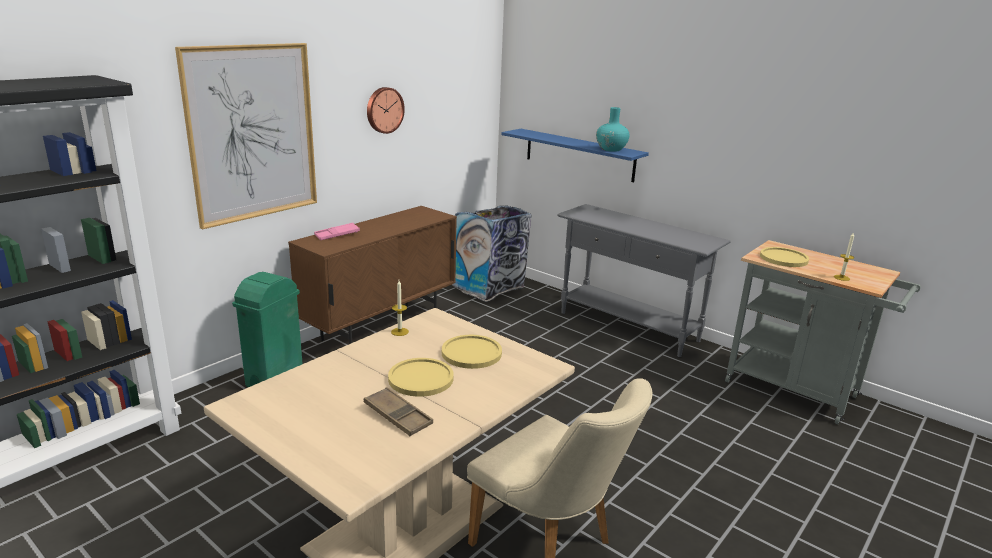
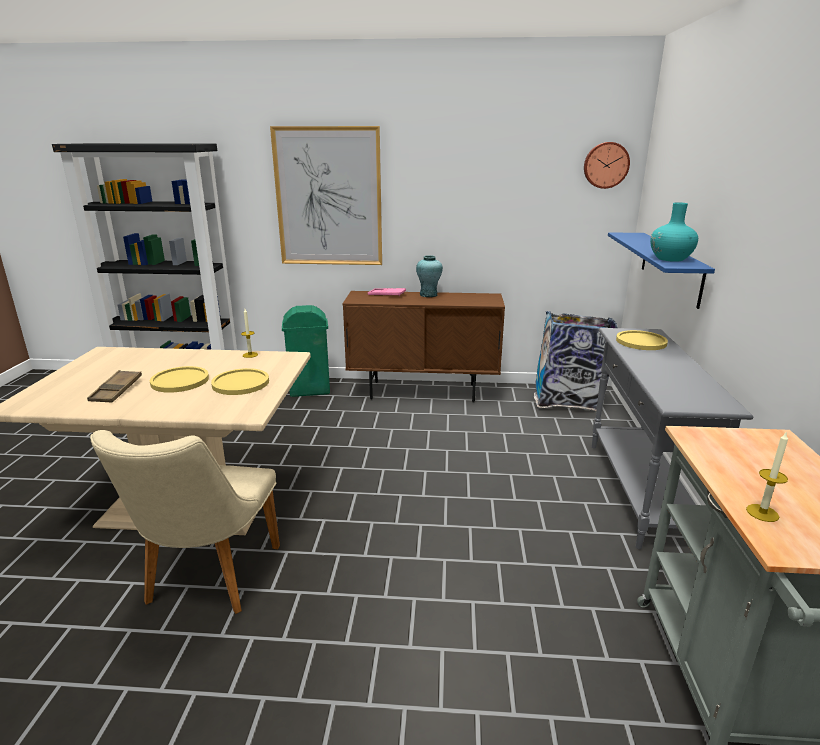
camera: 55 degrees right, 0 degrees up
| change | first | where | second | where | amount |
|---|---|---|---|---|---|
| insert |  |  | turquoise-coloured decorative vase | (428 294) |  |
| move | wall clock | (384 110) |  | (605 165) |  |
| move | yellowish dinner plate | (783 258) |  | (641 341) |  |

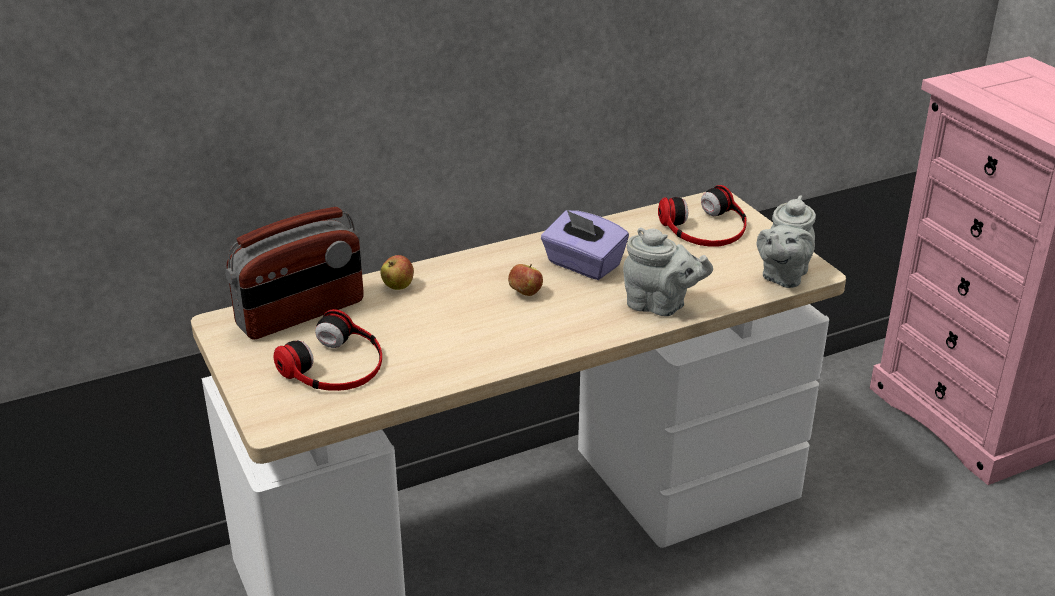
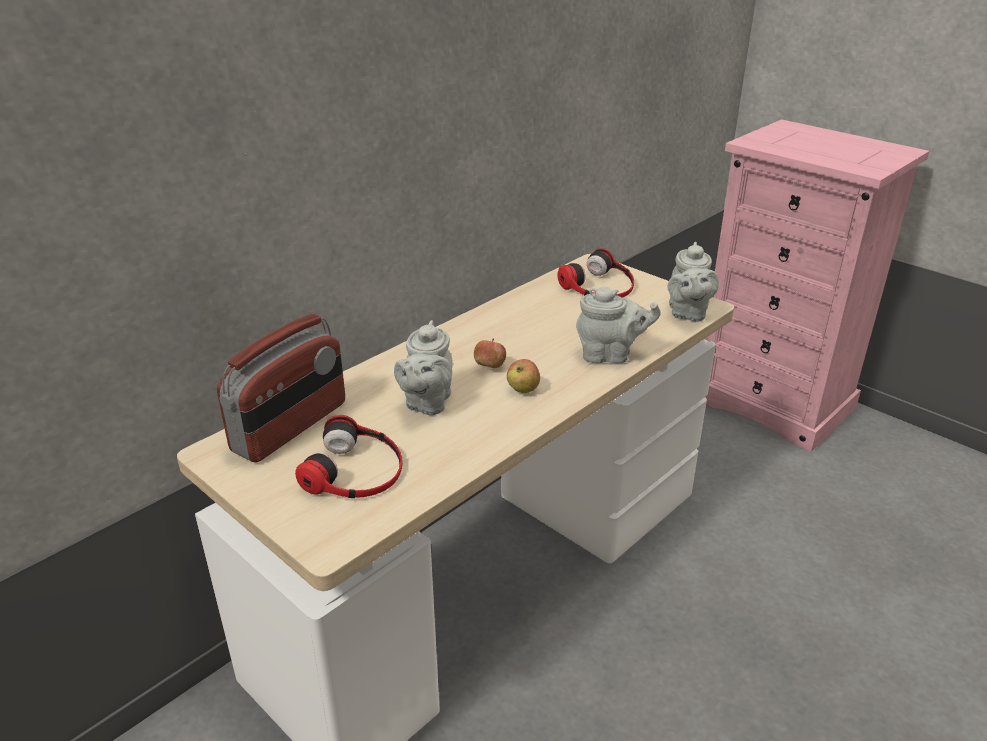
camera: 20 degrees left, 0 degrees up
| change | first | where | second | where | amount |
|---|---|---|---|---|---|
| delete | purple tissue box | (583 265) |  |  |  |
| insert |  |  | grey tea pot | (427 403) |  |
| move | apple fruit | (398 286) |  | (523 389) |  |

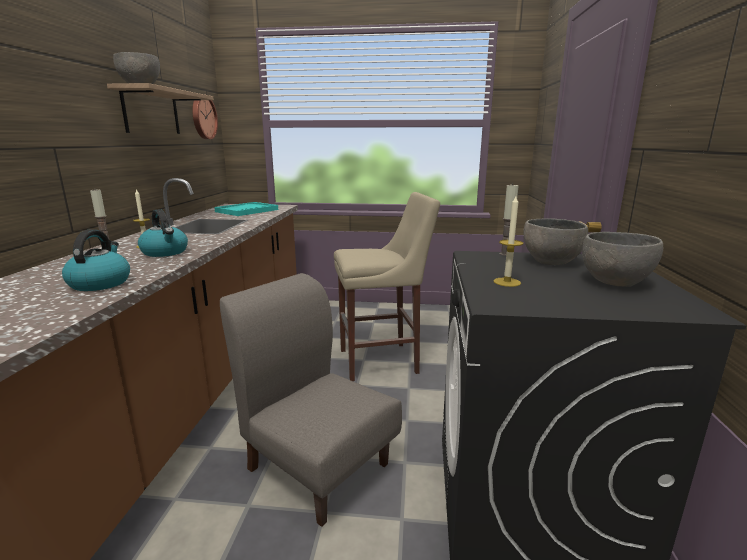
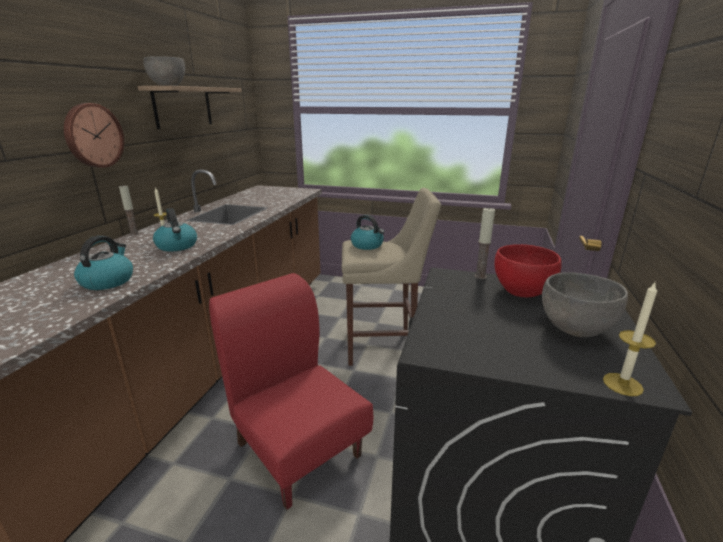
camera: 10 degrees right, 5 degrees up
| change | first | where | second | where | amount |
|---|---|---|---|---|---|
| delete | turquoise-coloured serving tray | (247 211) |  |  |  |
| insert |  |  | tea kettle | (367 245) |  |
| move | wall clock | (203 117) |  | (93 136) |  |
| move | candle | (507 282) |  | (622 384) |  |
| recolor | grey plain chair | (318 465) | red plain chair | (298 448) |  |
| recolor | grey bowl | (551 262) | red bowl | (522 292) |  |

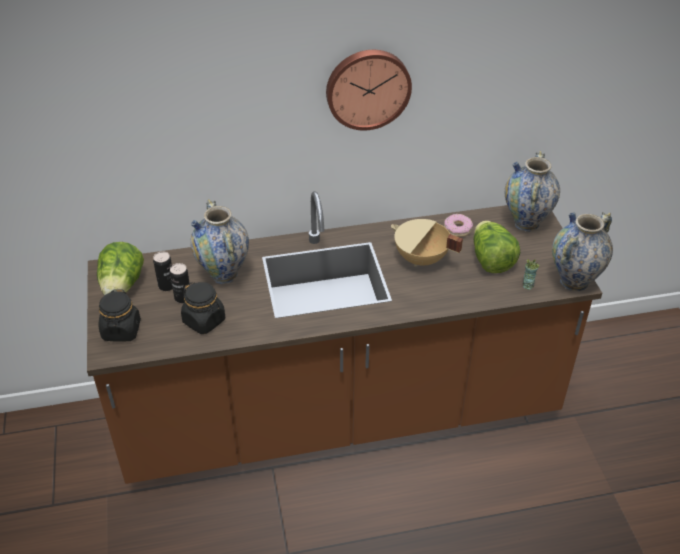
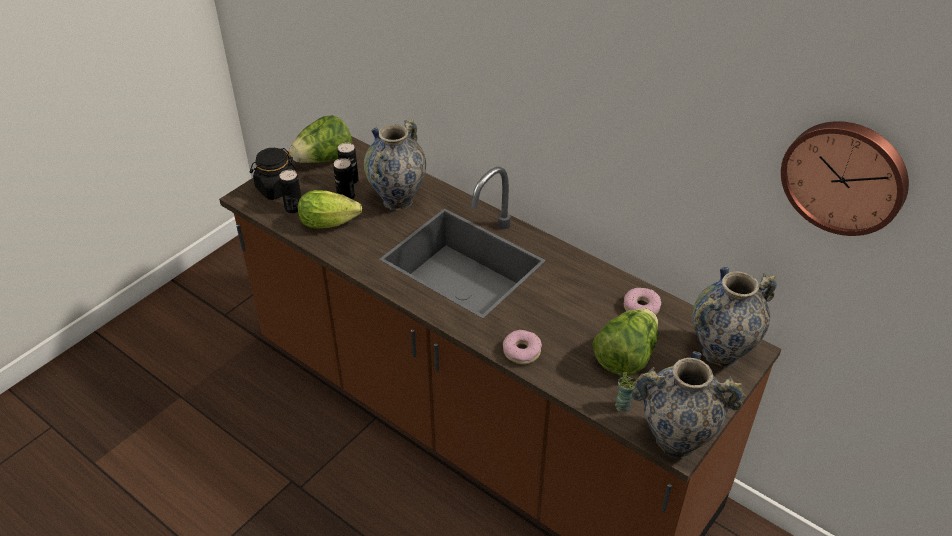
camera: 50 degrees right, 0 degrees up
| change | first | where | second | where | amount |
|---|---|---|---|---|---|
| delete | beige stockpot | (421 259) |  |  |  |
| insert |  |  | can | (294 208) |  |
| insert |  |  | ring doughnut | (522 351) |  |
| move | wall clock | (367 88) |  | (845 176) |  |
| replace | black-coloured jar | (204 321) | lettuce | (332 223) |  |

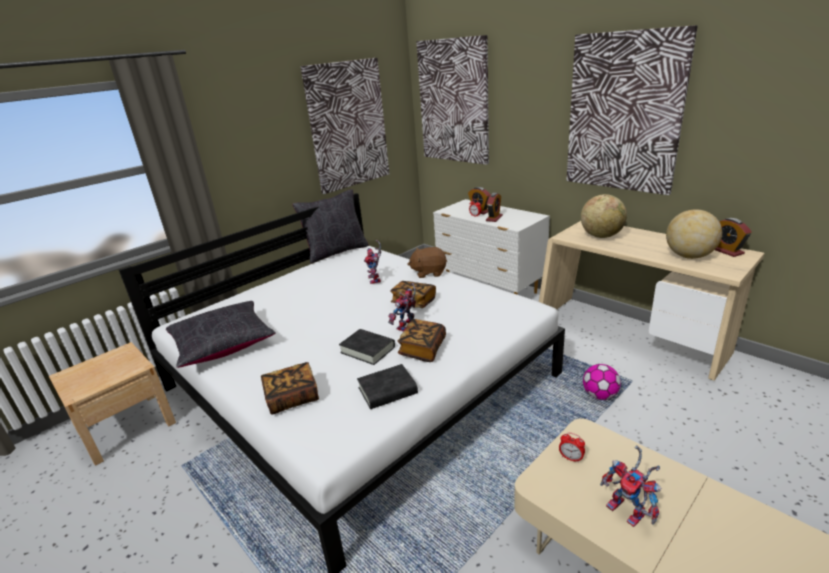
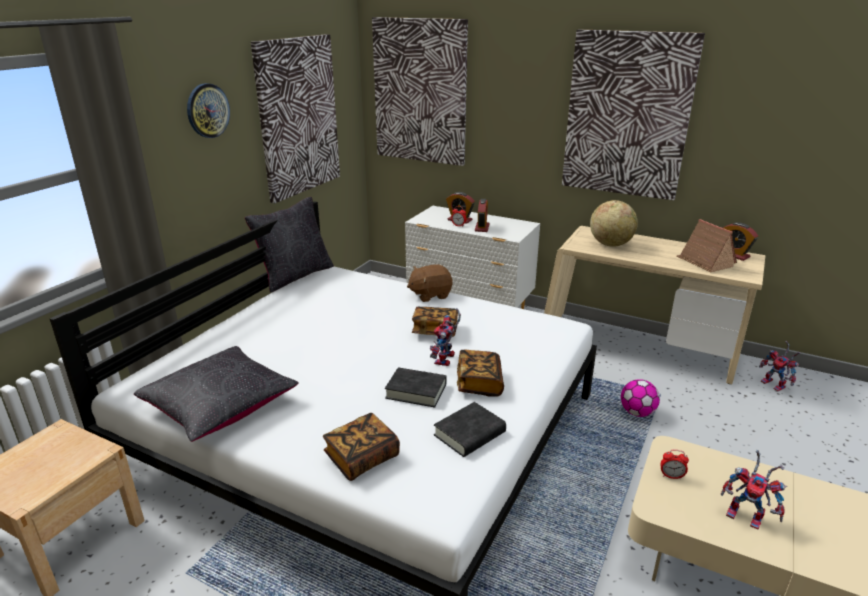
camera: 20 degrees left, 0 degrees up
| change | first | where | second | where | amount |
|---|---|---|---|---|---|
| insert |  |  | wall clock | (207 110) |  |
| move | robot figure | (376 280) |  | (776 385) |  |
| replace | desk globe | (689 256) | model house | (704 262) |  |

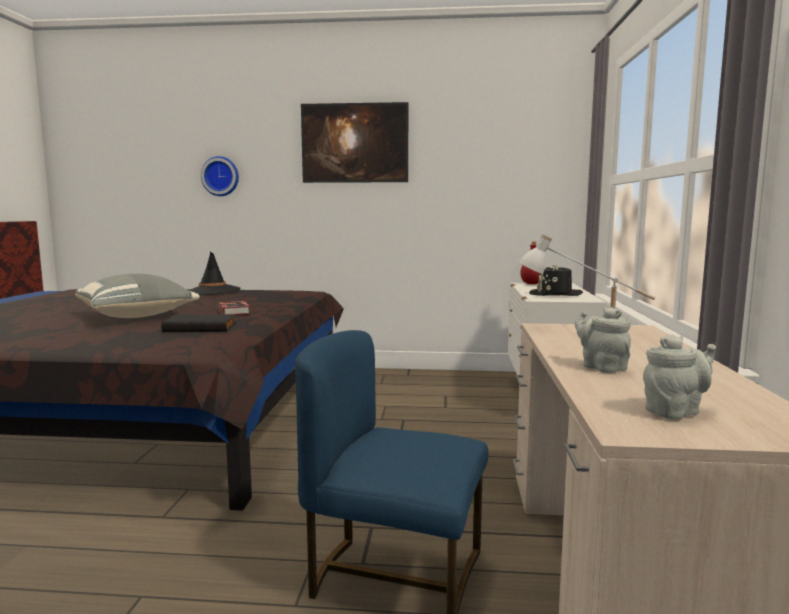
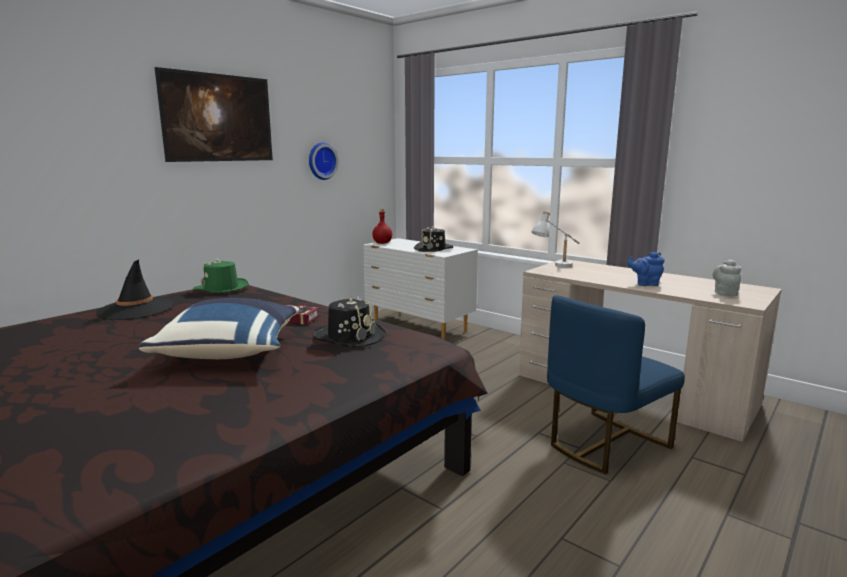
camera: 55 degrees left, 5 degrees up
| change | first | where | second | where | amount |
|---|---|---|---|---|---|
| insert |  |  | greenish clothing hat | (221 288) |  |
| move | wall clock | (221 176) |  | (321 161) |  |
| replace | black-coloured volume | (201 327) | black-coloured clothing hat | (349 337) |  |
| recolor | grey throw pillow | (138 316) | bluish throw pillow | (231 351) |  |
| recolor | grey tea pot | (601 367) | bluish tea pot | (645 284) |  |

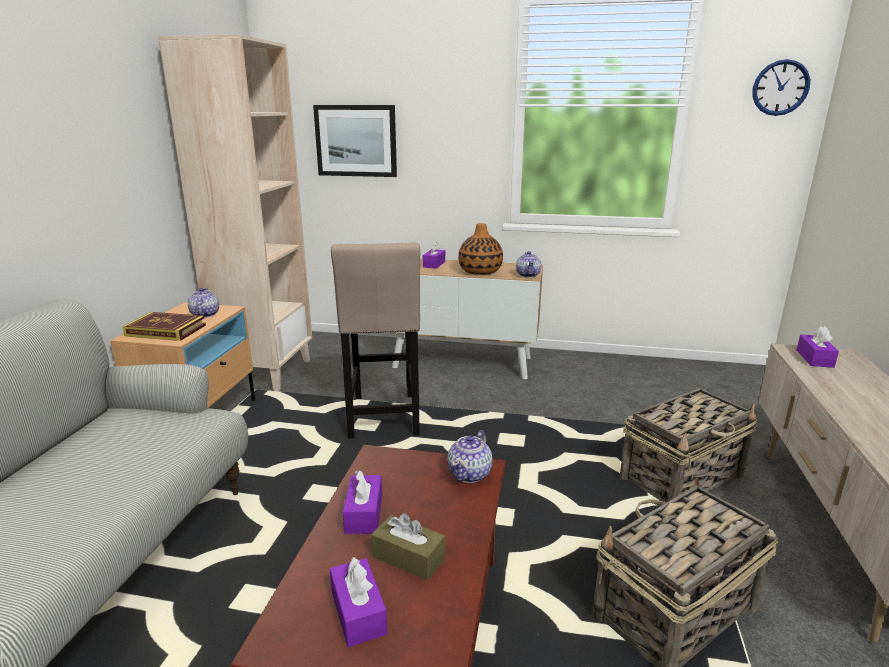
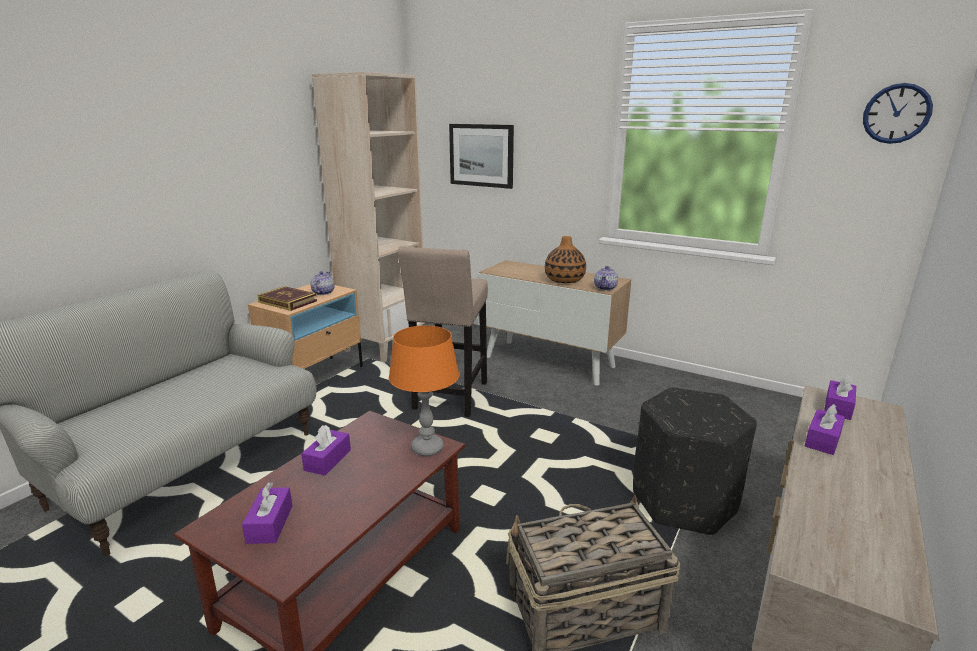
camera: 20 degrees right, 0 degrees up
| change | first | where | second | where | amount |
|---|---|---|---|---|---|
| delete | brownish tissue box | (408 557) |  |  |  |
| move | purple tissue box | (434 264) |  | (822 440) |  |
| replace | tea pot | (470 474) | orangey lamp for a table | (428 448) |  |
| replace | household basket | (682 477) | black-coloured footrest | (684 501) |  |

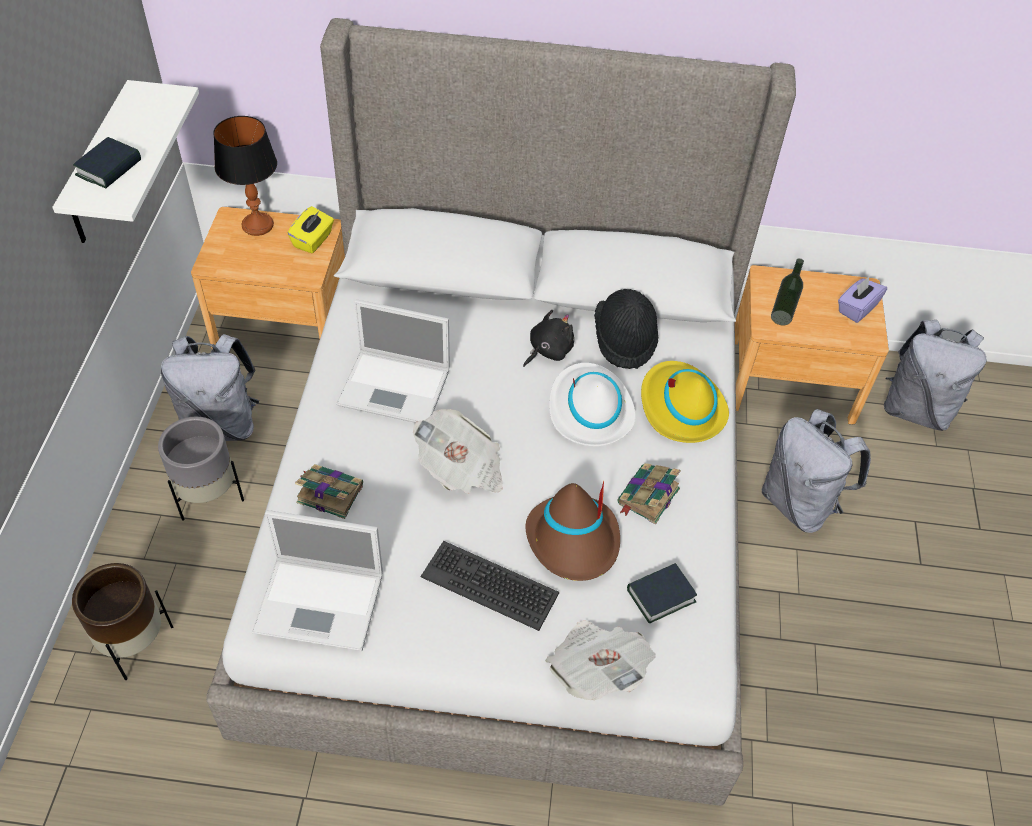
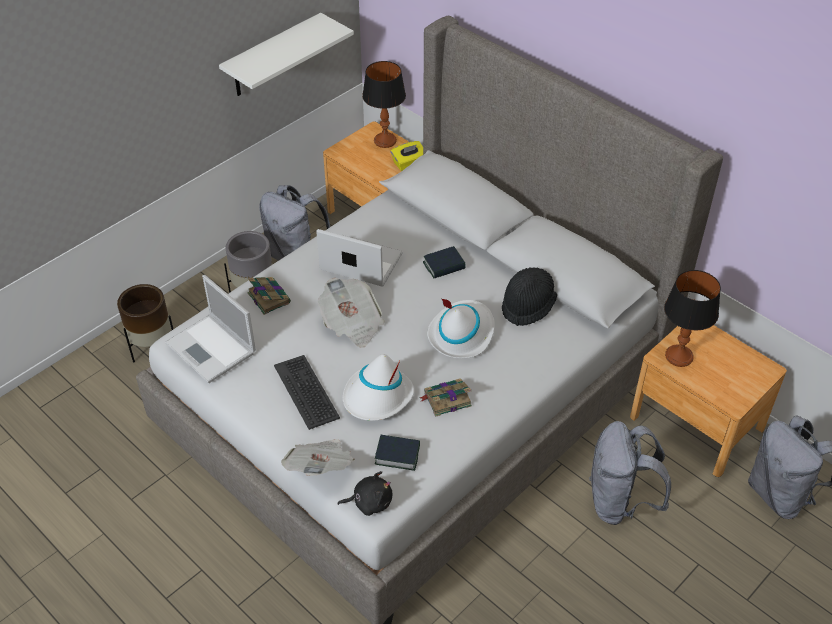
camera: 40 degrees right, 5 degrees down
| change | first | where | second | where | amount |
|---|---|---|---|---|---|
| delete | yellowish clothing hat | (681 407) |  |  |  |
| delete | purple tissue box | (856 308) |  |  |  |
| move | volume | (109 168) |  | (444 266) |  |
| move | black-coloured cuddly toy | (548 350) |  | (369 502) |  |
| replace | beverage bottle | (781 317) | lamp for a table | (678 356) |  |
| recolor | brownish clothing hat | (574 541) | white-coloured clothing hat | (377 397) |  |
| rotate | portable computer | (396 387) |  | (359 262) | 150 degrees clockwise |

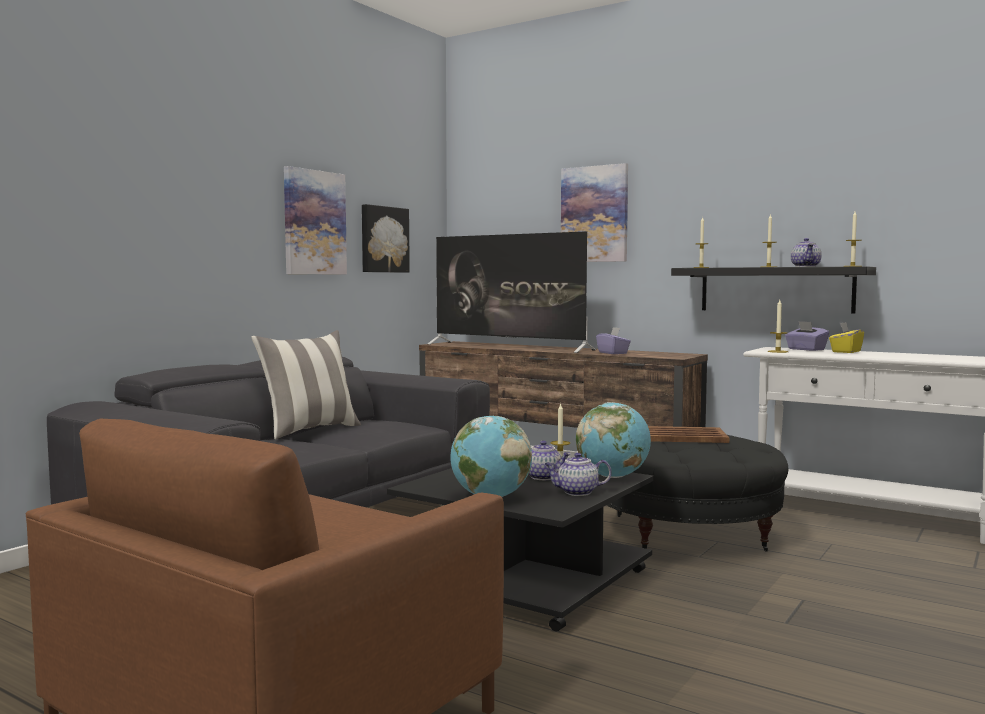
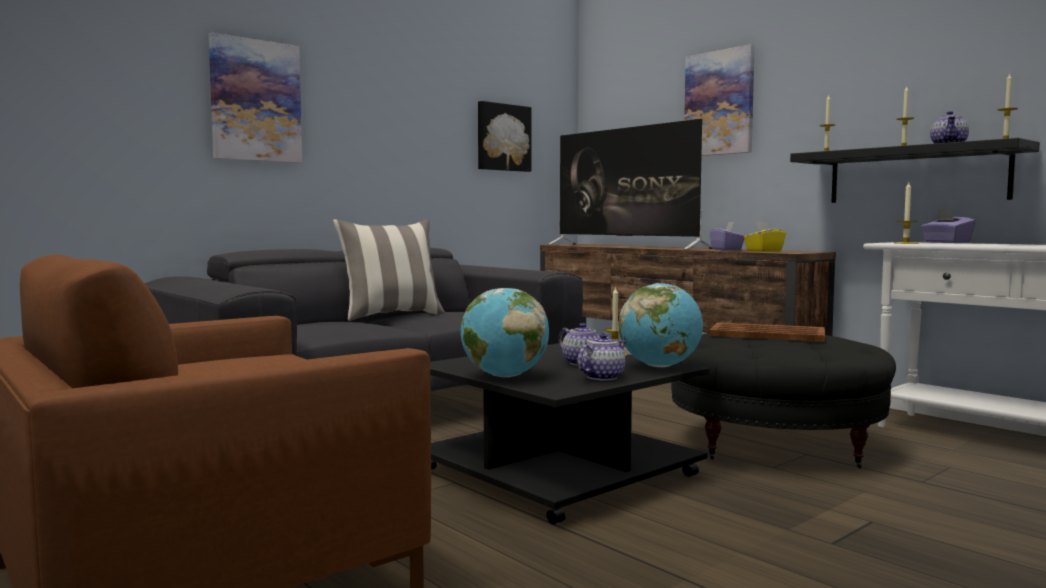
camera: 15 degrees right, 0 degrees up
| change | first | where | second | where | amount |
|---|---|---|---|---|---|
| move | wall picture | (314 222) |  | (255 101) |  |
| move | yellowish tissue box | (845 352) |  | (764 251) |  |
| rotate | tea pot | (576 492) |  | (602 377) | 120 degrees clockwise |

